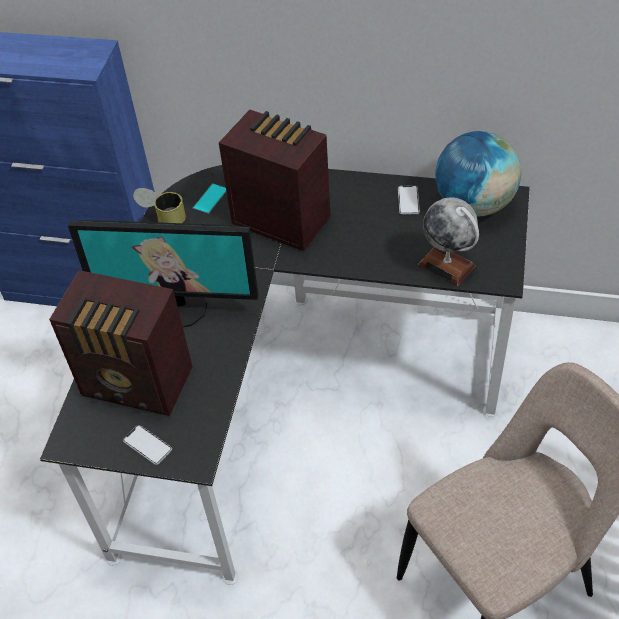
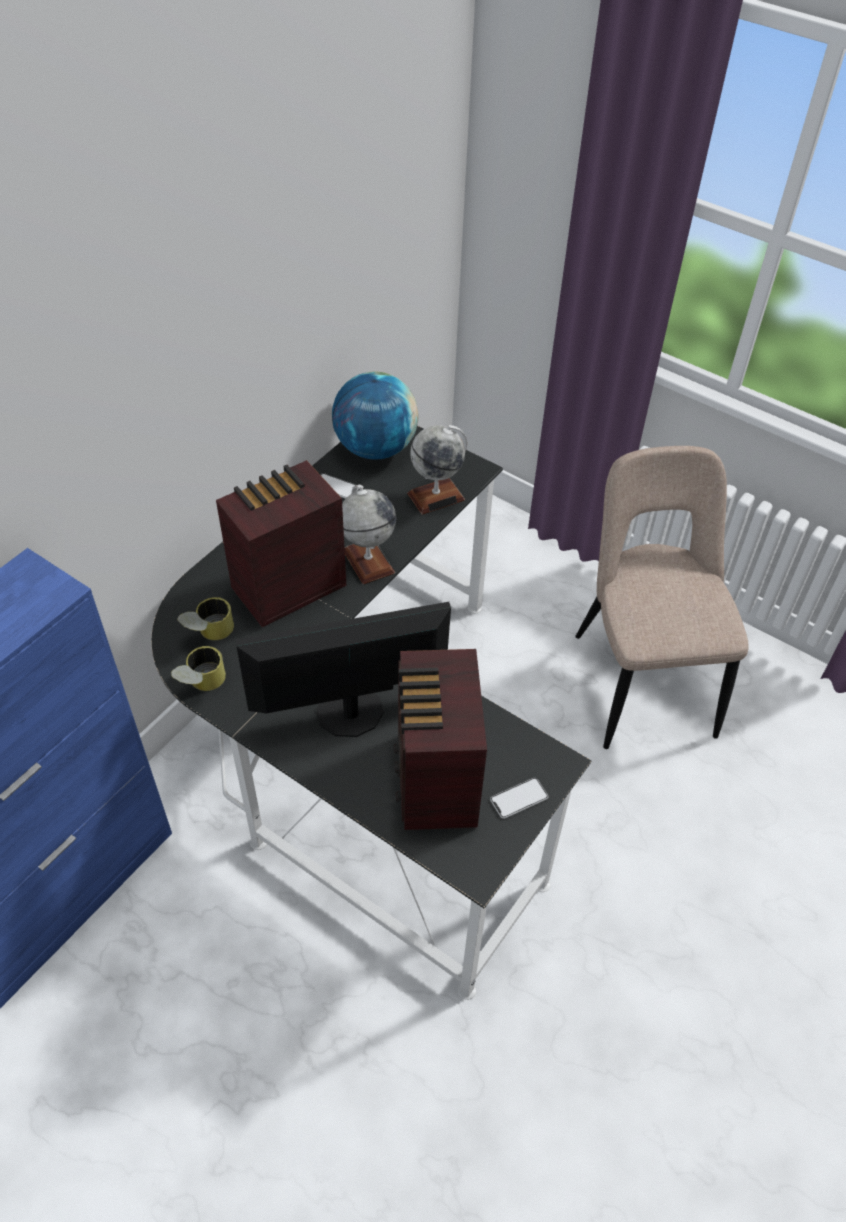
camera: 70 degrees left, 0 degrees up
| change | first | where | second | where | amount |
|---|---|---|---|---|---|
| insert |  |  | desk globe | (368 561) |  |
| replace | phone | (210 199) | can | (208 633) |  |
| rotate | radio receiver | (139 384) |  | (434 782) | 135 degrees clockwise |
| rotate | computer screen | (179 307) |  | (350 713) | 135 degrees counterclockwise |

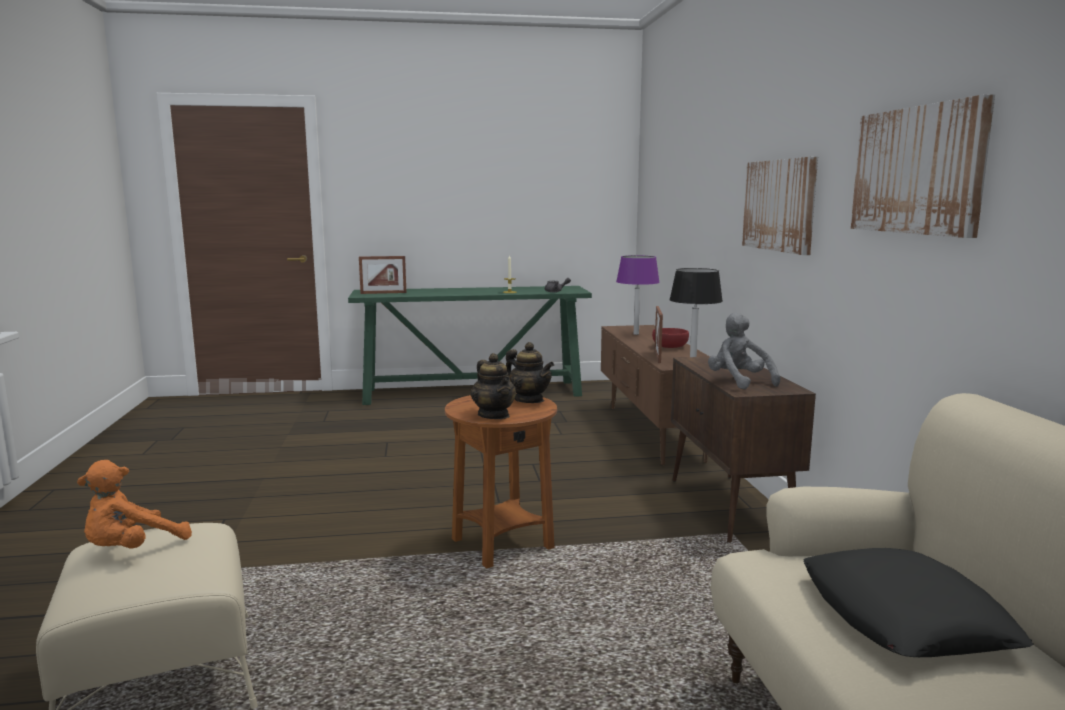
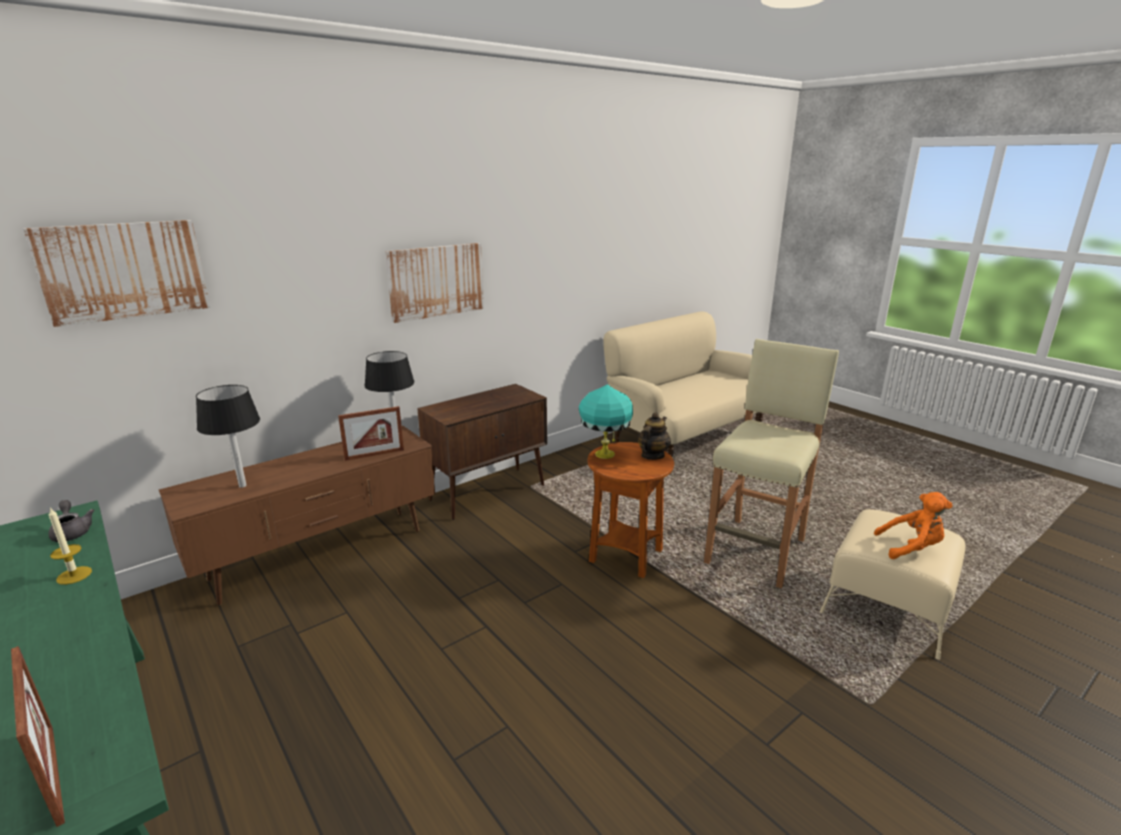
camera: 120 degrees left, 10 degrees up
| change | first | where | second | where | amount |
|---|---|---|---|---|---|
| delete | red bowl | (670 347) |  |  |  |
| delete | grey cuddly toy | (738 382) |  |  |  |
| delete | black-coloured throw pillow | (904 617) |  |  |  |
| insert |  |  | beige sitting stool | (757 551) |  |
| move | wall picture | (917 170) |  | (124 270) |  |
| replace | tea pot | (529 400) | turquoise-coloured lamp for a table | (604 455) |  |
| recolor | purple lamp for a table | (636 334) | black-coloured lamp for a table | (243 486) |  |

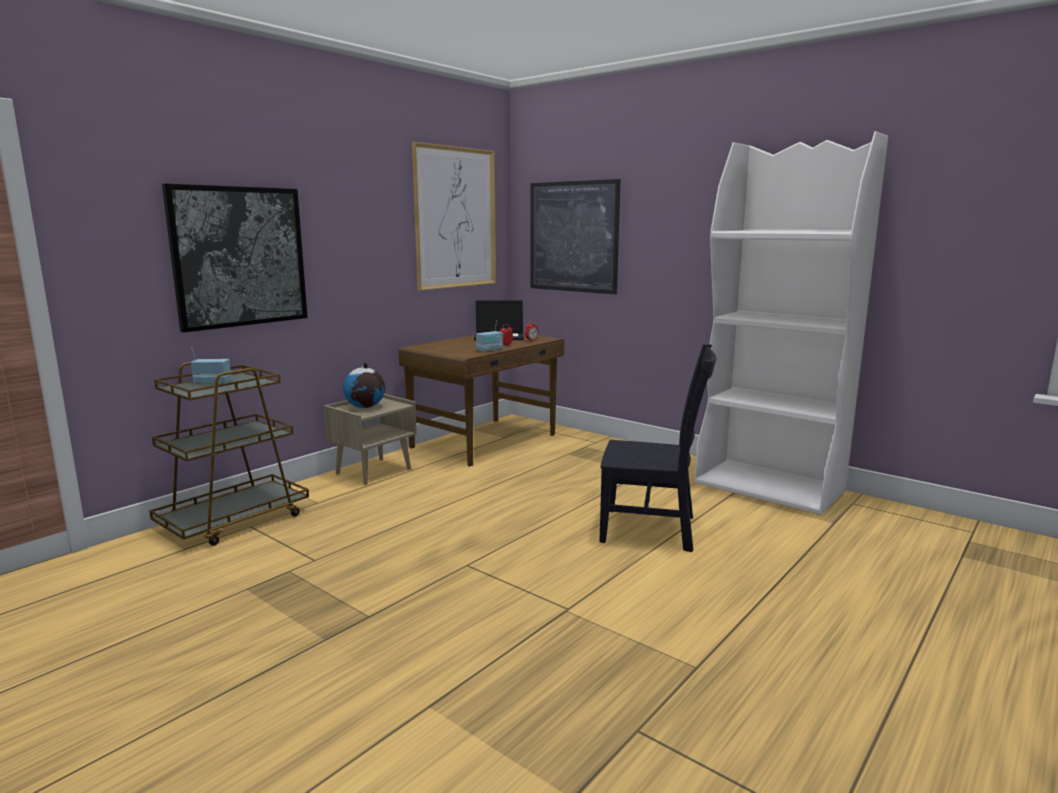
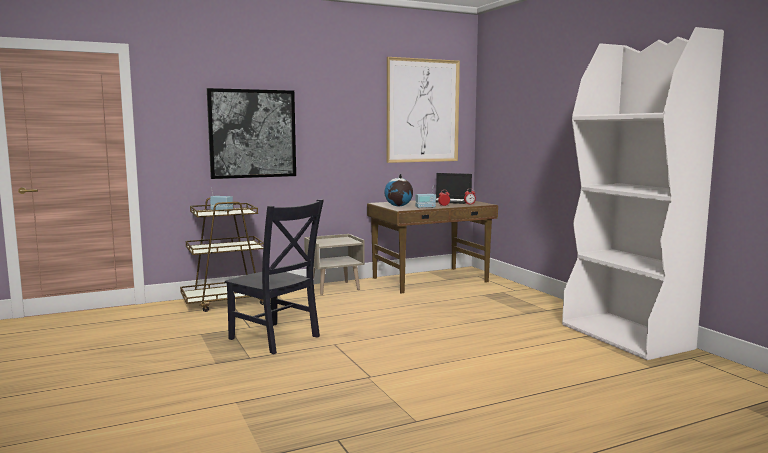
camera: 25 degrees right, 5 degrees down
| change | first | where | second | where | amount |
|---|---|---|---|---|---|
| delete | wall picture | (573 237) |  |  |  |
| move | desk globe | (365 407) |  | (398 206) |  |
| move | black-coloured plain chair | (653 530) |  | (276 339) |  |

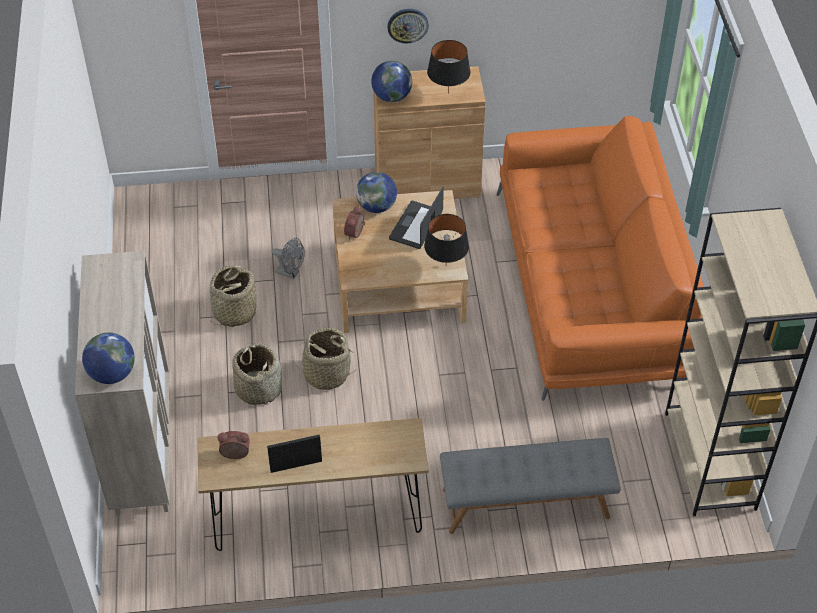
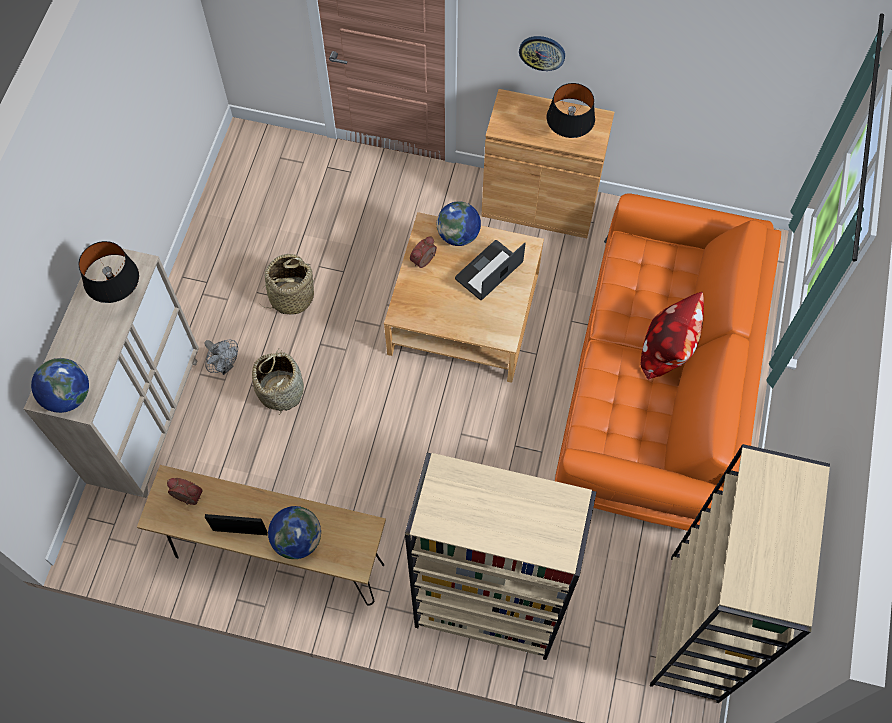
camera: 20 degrees right, 15 degrees up
| change | first | where | second | where | amount |
|---|---|---|---|---|---|
| delete | household basket | (326 373) |  |  |  |
| insert |  |  | throw pillow | (667 350) |  |
| move | grey cooling fan | (290 273) |  | (224 366) |  |
| move | desk globe | (391 96) |  | (297 540) |  |
| move | black-coloured lamp for a table | (445 265) |  | (120 296) |  |
| replace | grey bench | (525 504) | beige bookshelf | (486 611) |  |

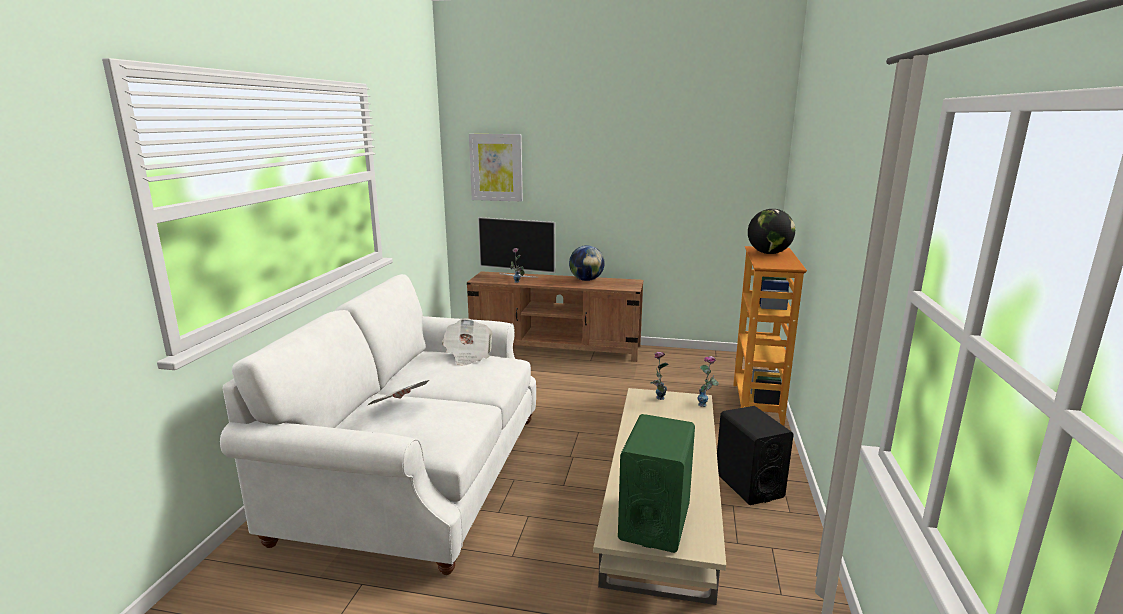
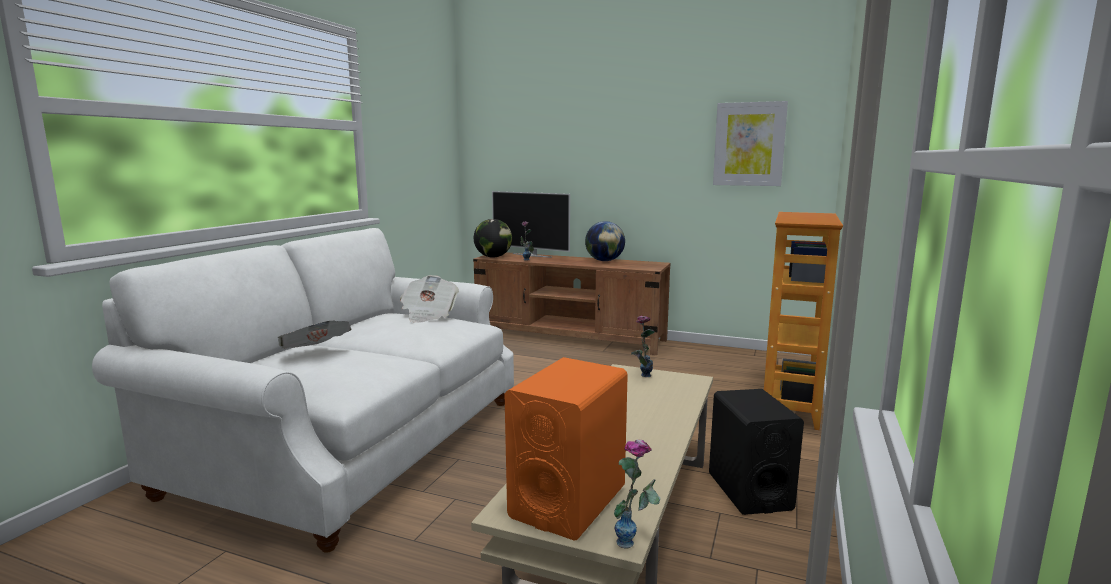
camera: 10 degrees right, 5 degrees down
| change | first | where | second | where | amount |
|---|---|---|---|---|---|
| move | wall picture | (496 167) |  | (749 144) |  |
| move | decorative vase | (706 403) |  | (636 540) |  |
| move | desk globe | (768 253) |  | (493 257) |  |
| recolor | greenish audio speaker | (654 521) | orangey audio speaker | (568 501) |  |

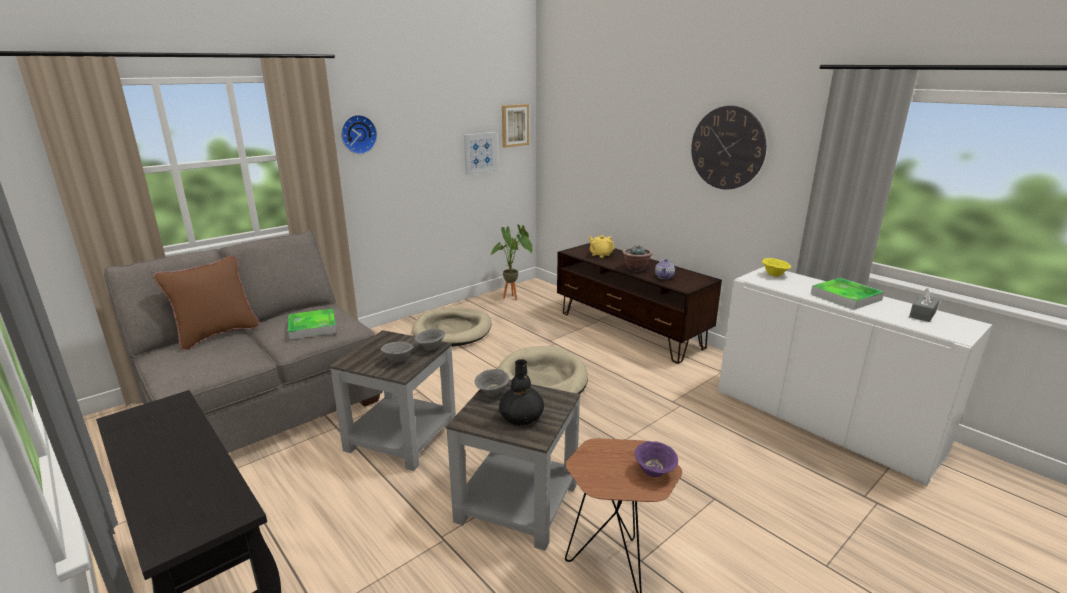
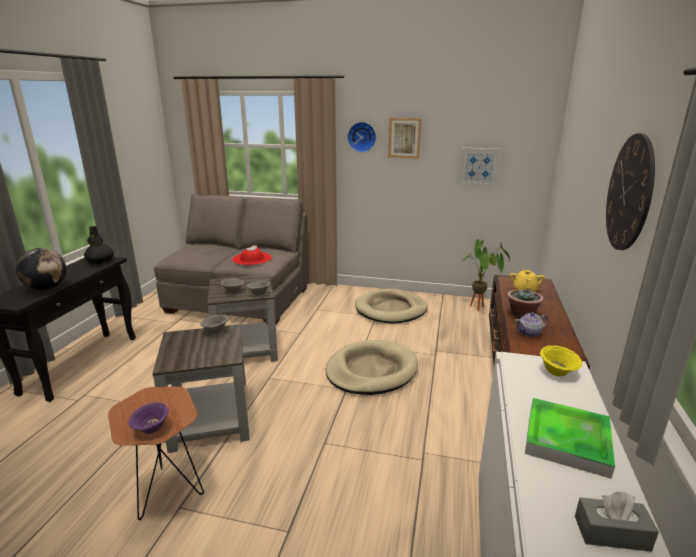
camera: 55 degrees right, 0 degrees up
| change | first | where | second | where | amount |
|---|---|---|---|---|---|
| delete | brownish throw pillow | (217 334) |  |  |  |
| insert |  |  | desk globe | (47 288) |  |
| move | black-coloured decorative vase | (521 416) |  | (100 261) |  |
| move | wall picture | (514 125) |  | (404 138) |  |
| replace | serving tray | (312 327) | red clothing hat | (252 258) |  |

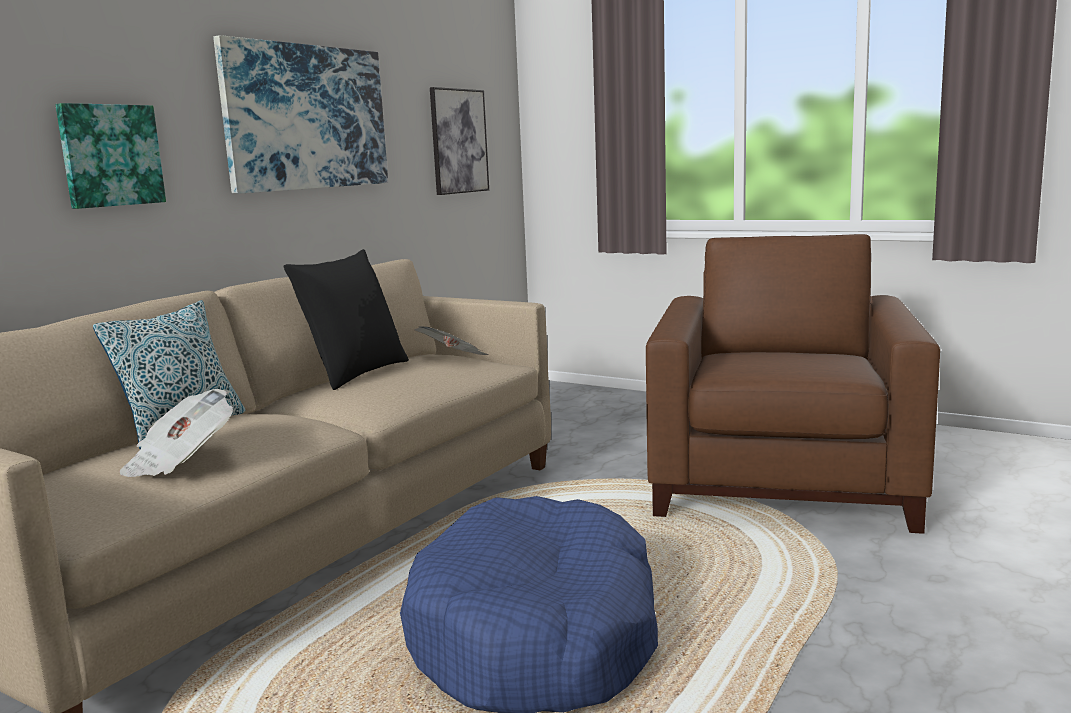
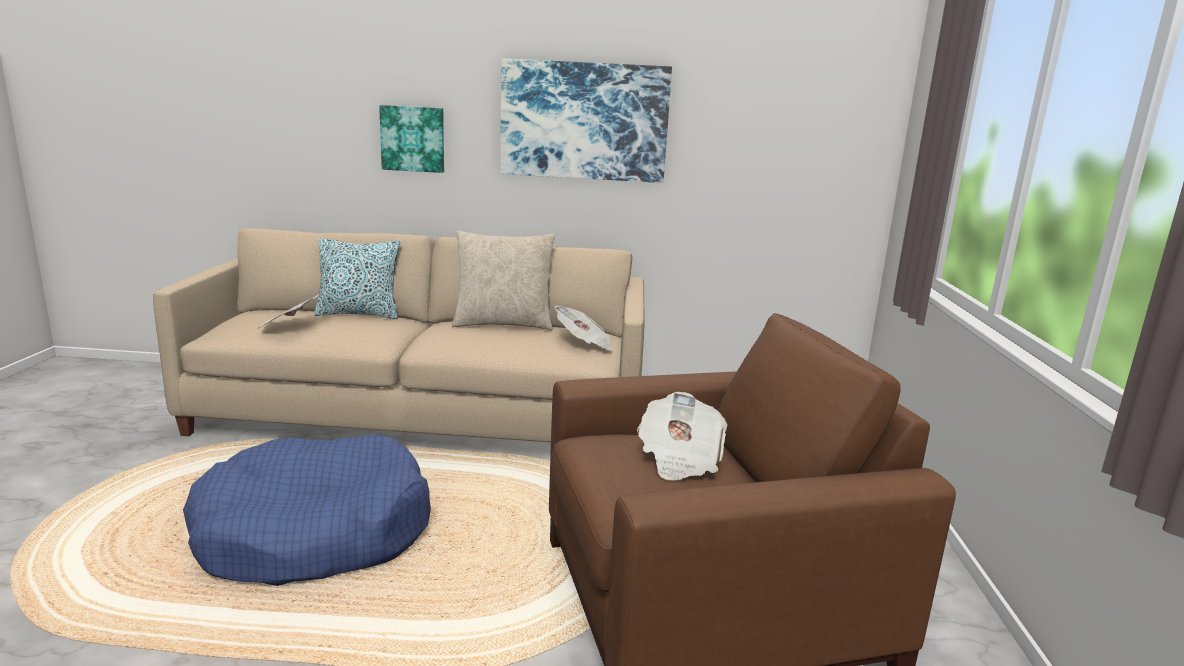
camera: 60 degrees right, 5 degrees up
| change | first | where | second | where | amount |
|---|---|---|---|---|---|
| delete | wall picture | (458 141) |  |  |  |
| insert |  |  | newspaper | (679 459) |  |
| recolor | black-coloured throw pillow | (355 374) | beige throw pillow | (503 324) |  |

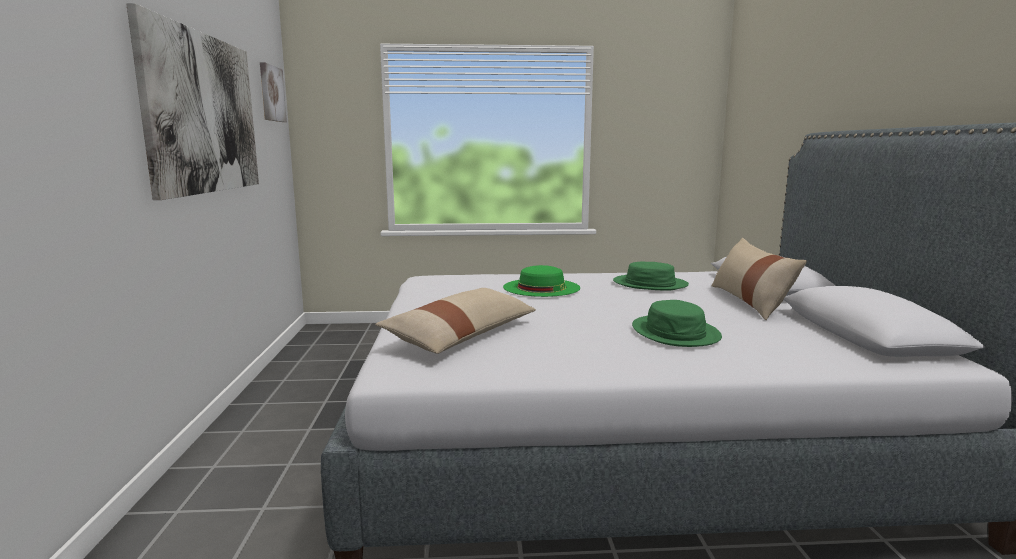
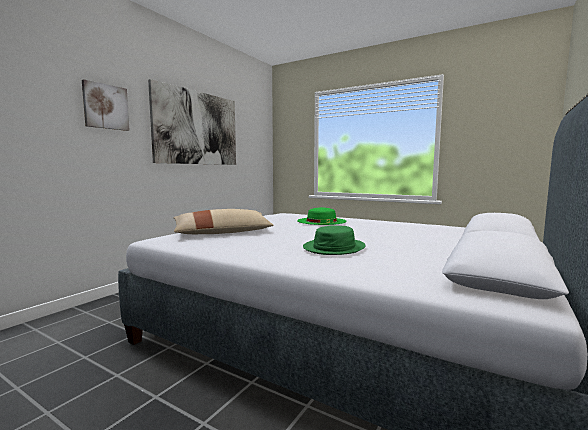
camera: 35 degrees right, 5 degrees down
| change | first | where | second | where | amount |
|---|---|---|---|---|---|
| delete | greenish clothing hat | (650 284) |  |  |  |
| delete | beige throw pillow | (750 301) |  |  |  |
| move | wall picture | (271 93) |  | (105 106) |  |

